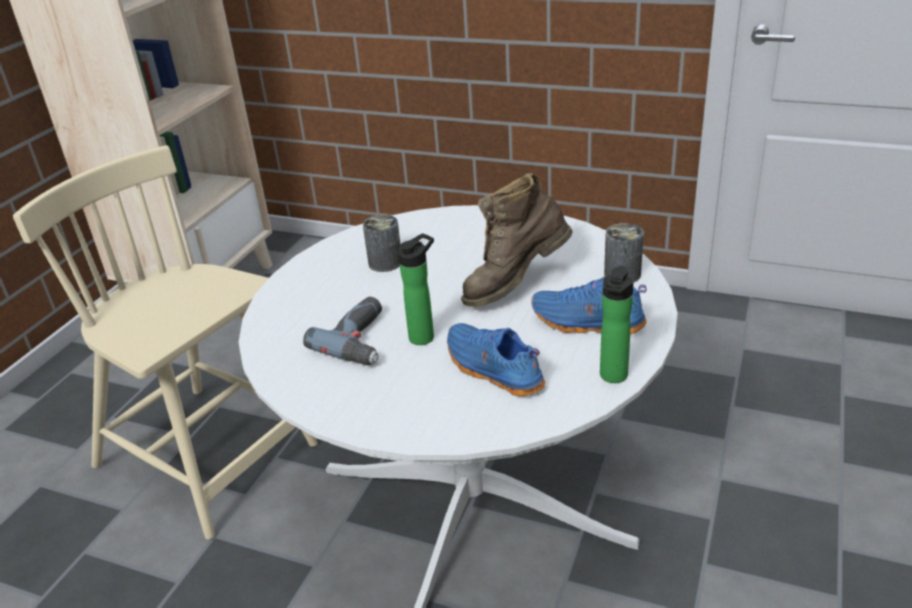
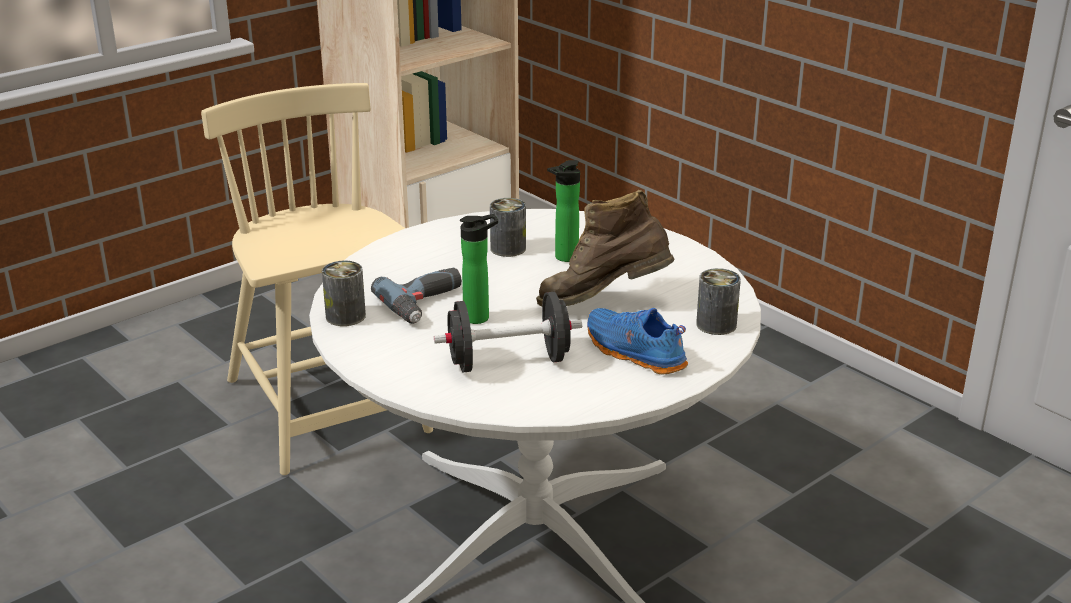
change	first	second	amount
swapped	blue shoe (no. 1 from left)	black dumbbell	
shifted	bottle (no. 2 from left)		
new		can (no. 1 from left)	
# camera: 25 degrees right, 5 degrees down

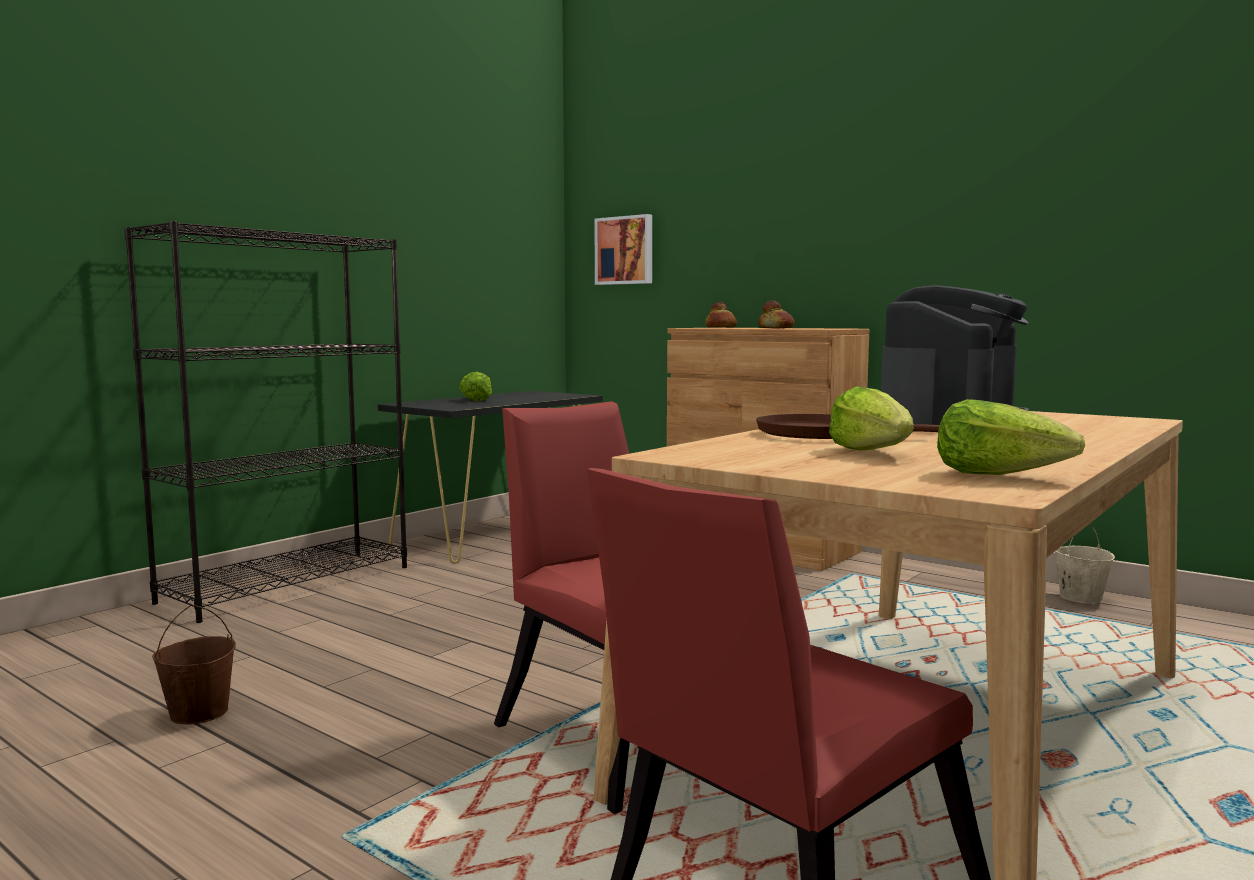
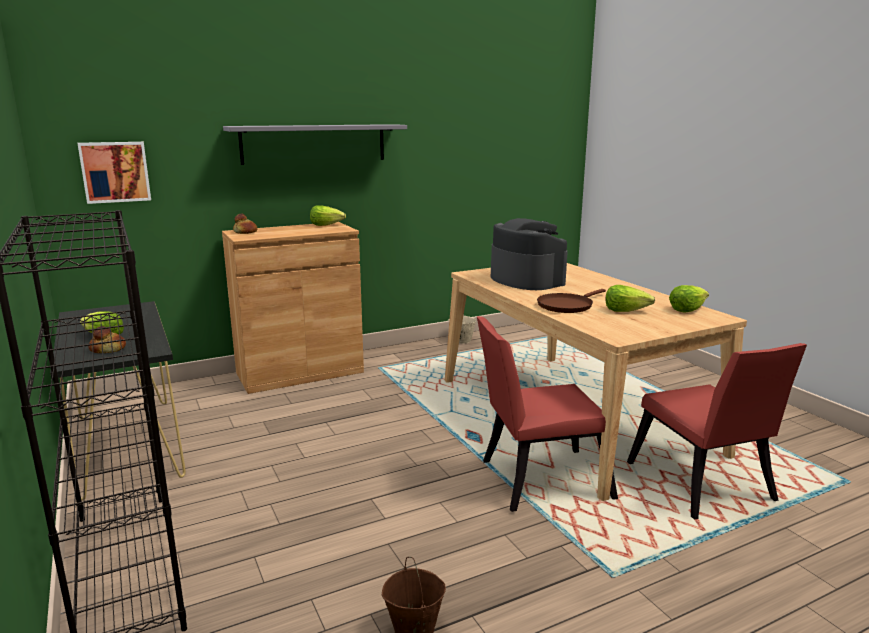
change	first	second	amount
shifted	bread (no. 2 from left in the first image)	bread (no. 1 from left)	
new		grey shelf	
new		lettuce (no. 2 from left)	
# camera: 65 degrees left, 10 degrees up

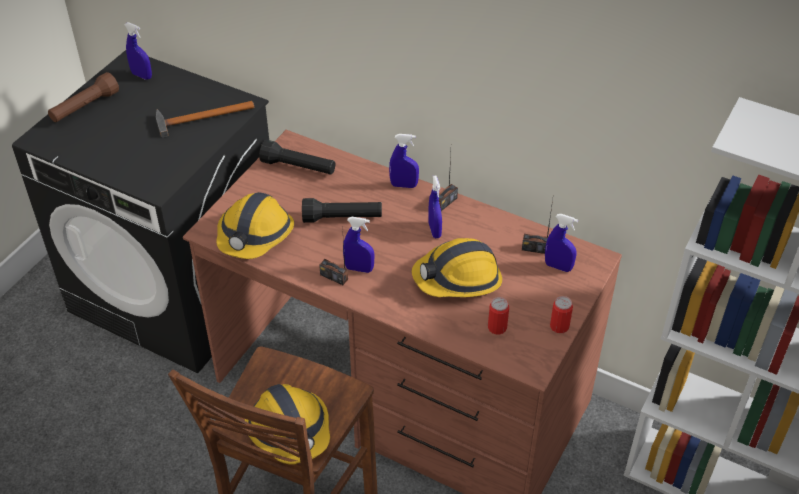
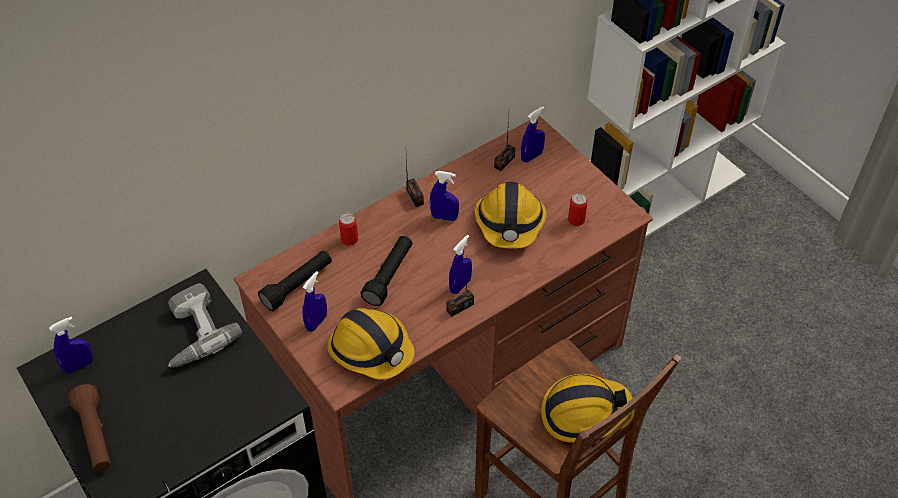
change	first	second	amount
swapped	hammer	power drill	
shifted	blue spray bottle (no. 3 from left in the first image)	blue spray bottle (no. 2 from left)	
shifted	can (no. 2 from left in the first image)	can (no. 1 from left)	
# camera: 65 degrees left, 5 degrees up

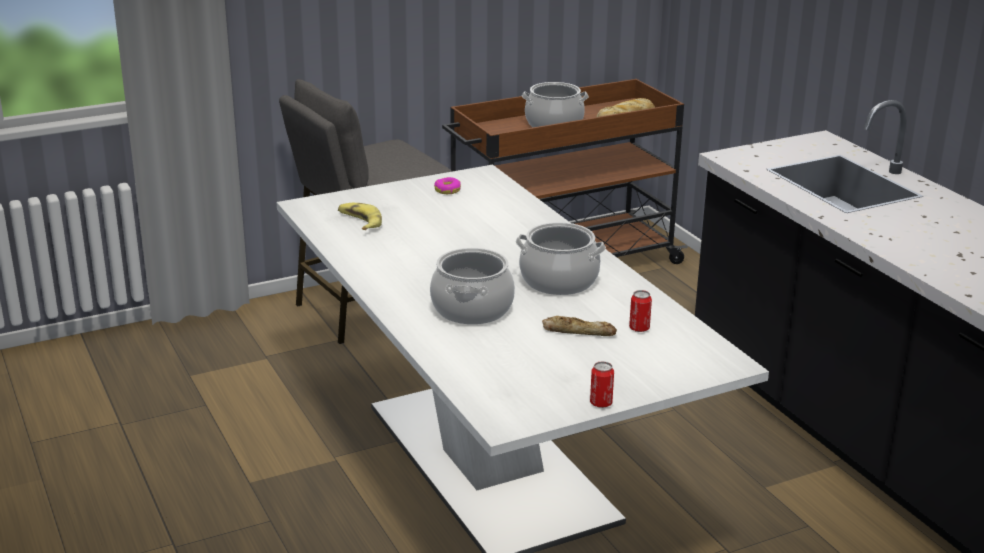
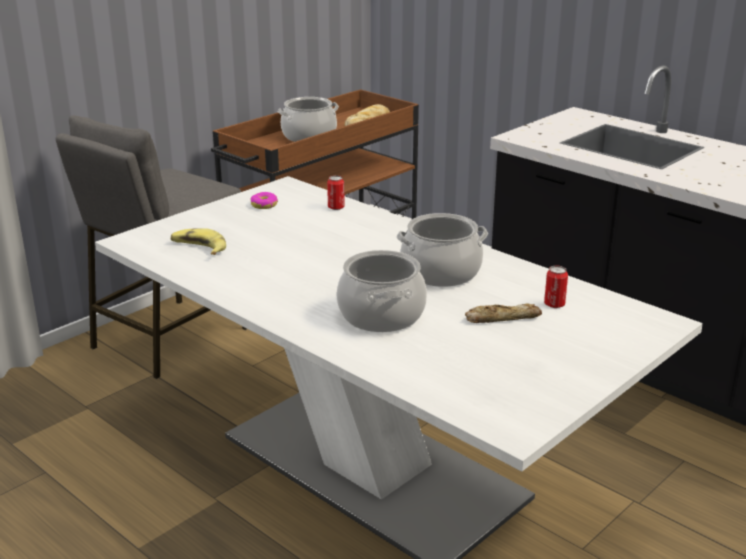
change	first	second	amount
shifted	can (no. 1 from left)		
# camera: 20 degrees left, 0 degrees up

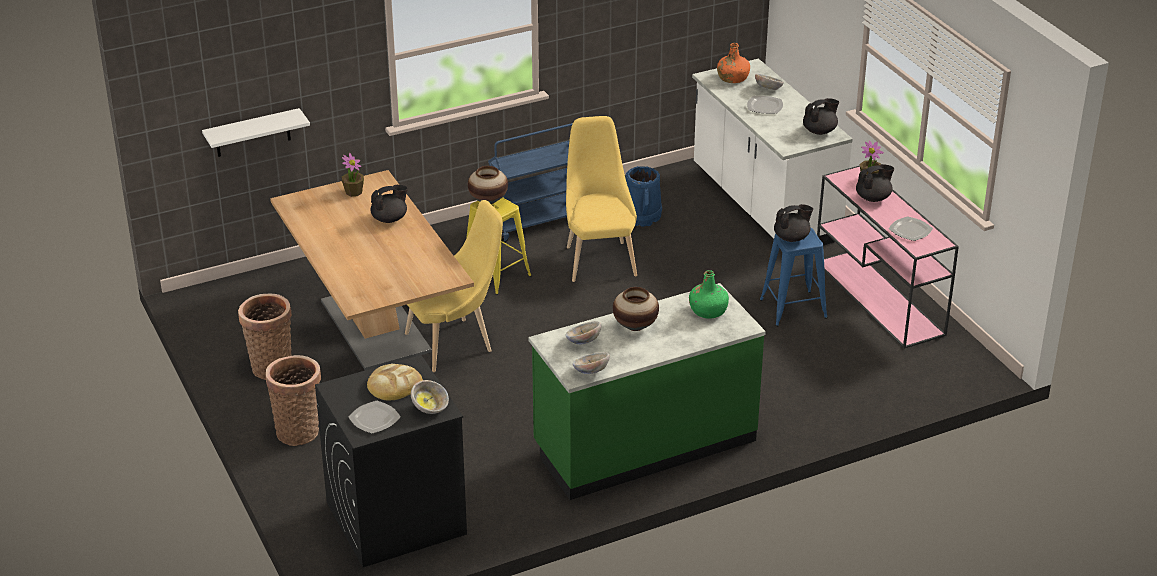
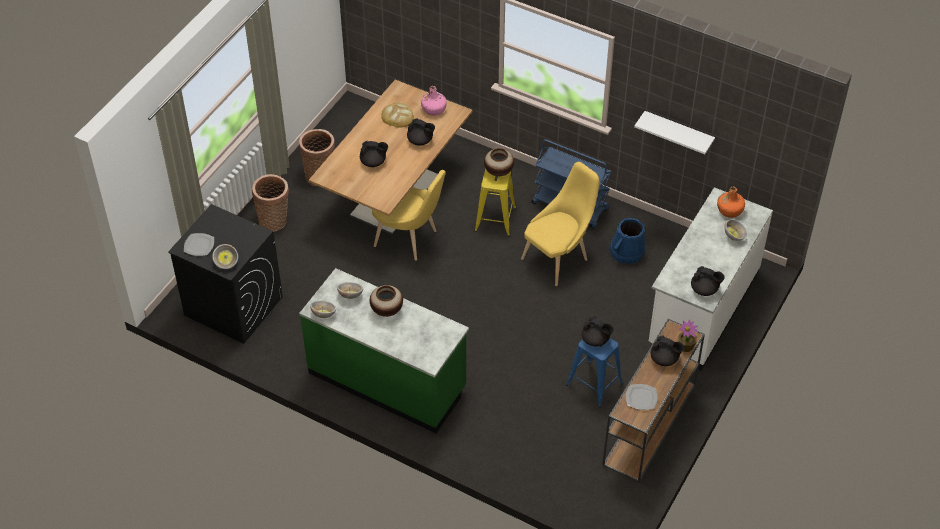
change	first	second	amount
shifted	white shelf		
swapped	potted plant (no. 1 from left)	pink bottle	
shifted	bread		
gone	green bottle		
gone	plate (no. 2 from left)		
repainted	pink console table	brown console table	
new		black teapot (no. 1 from left)	
# camera: 55 degrees right, 15 degrees up

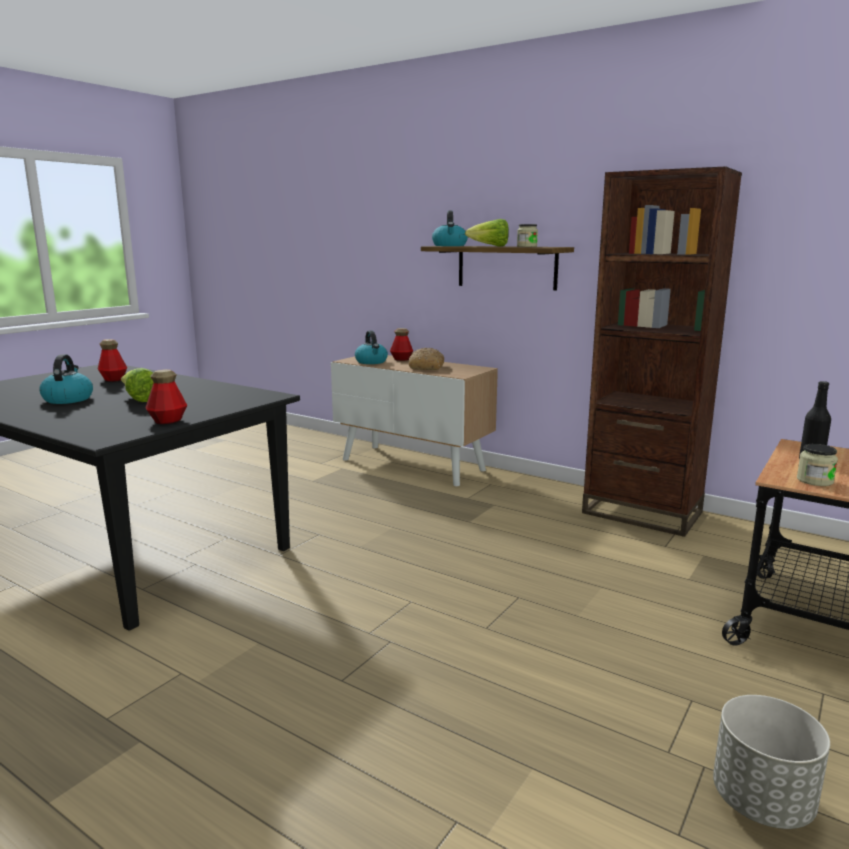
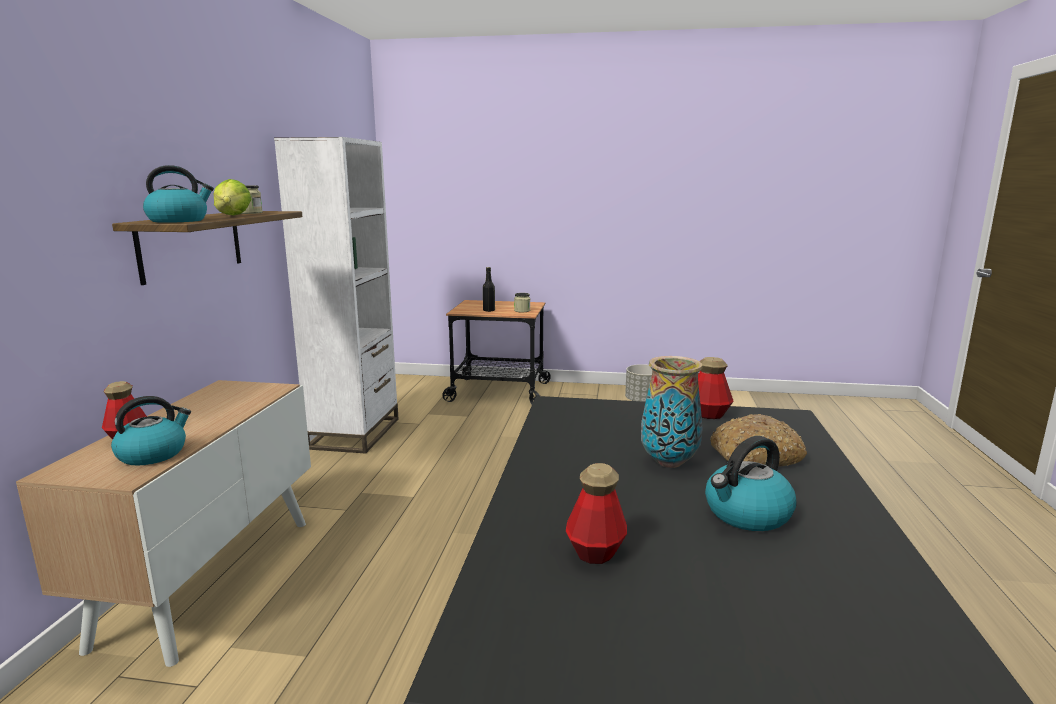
change	first	second	amount
swapped	lettuce (no. 1 from left)	vase	
shifted	bread		
repainted	brown bookcase	white bookcase	
# camera: 115 degrees left, 0 degrees up

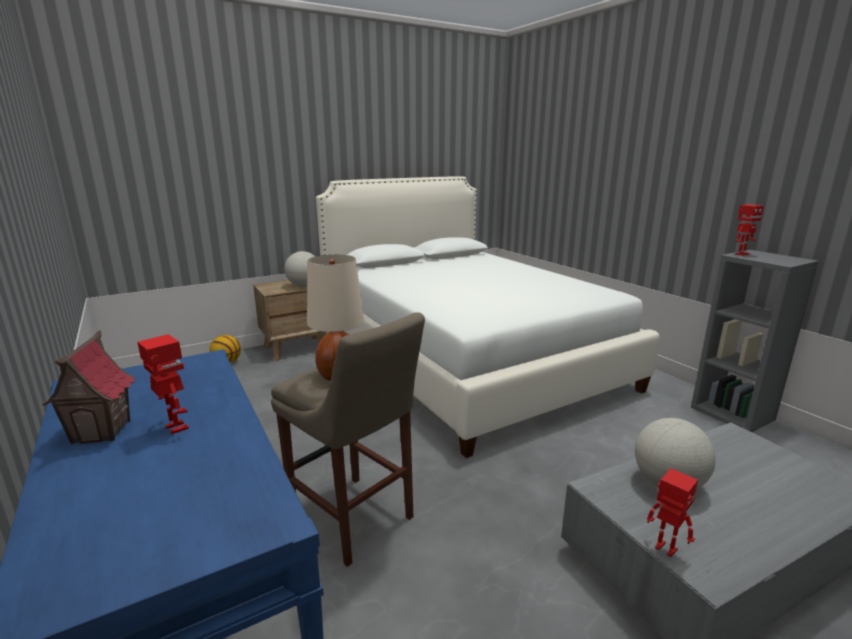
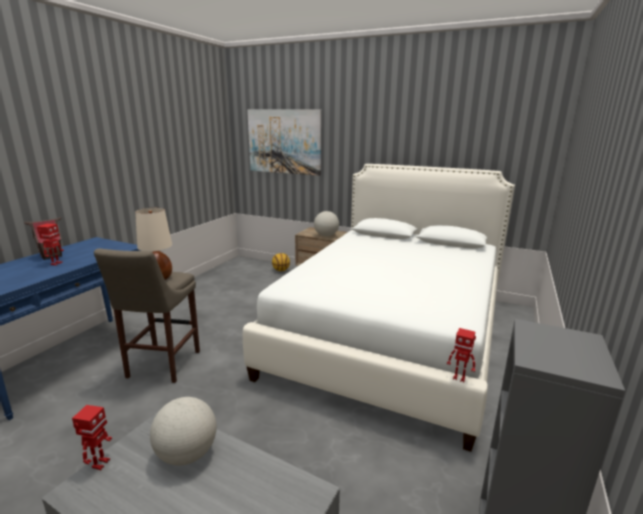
change	first	second	amount
shifted	toy robot (no. 3 from left)		
new		picture	
# camera: 55 degrees right, 0 degrees up

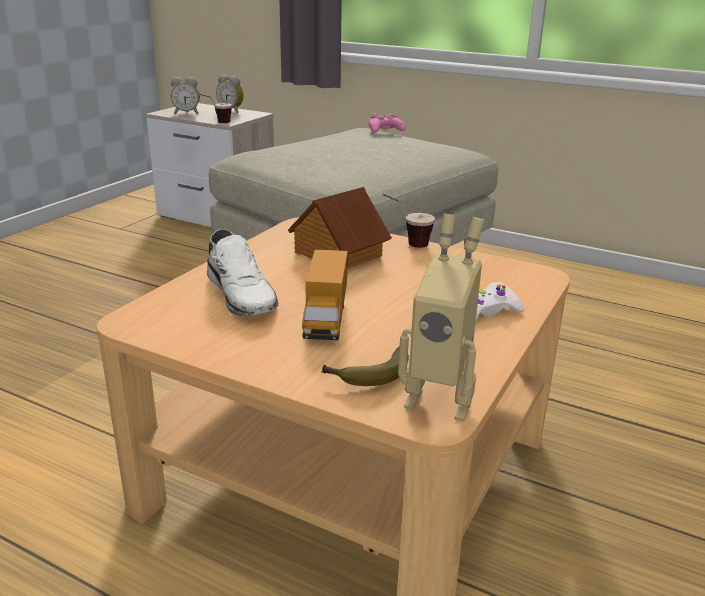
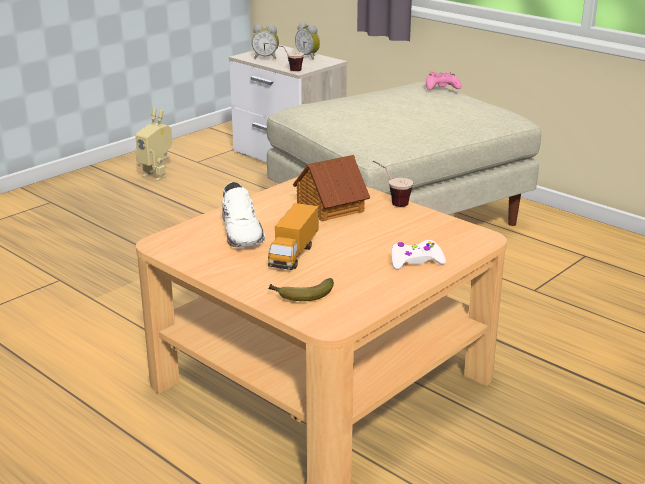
change	first	second	amount
shifted	toy robot		
# camera: 15 degrees right, 0 degrees up

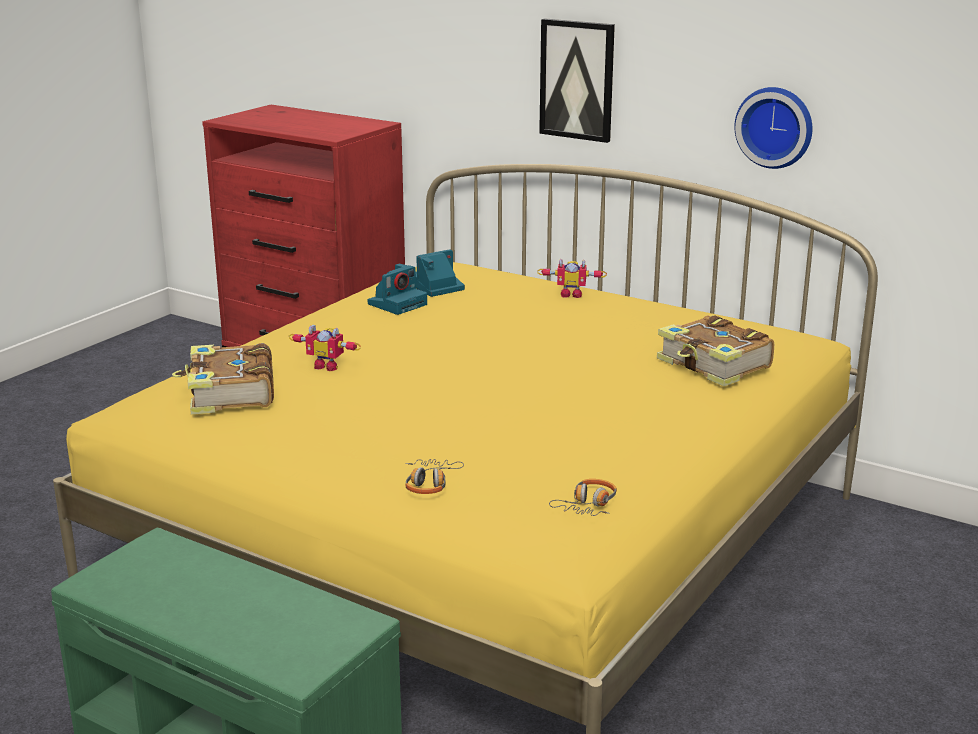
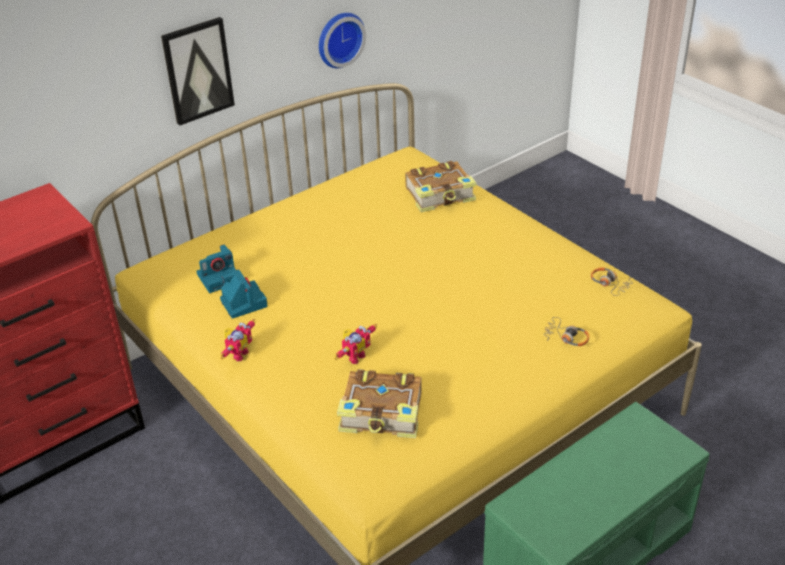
change	first	second	amount
rotated	photo camera (no. 2 from left in the first image)	photo camera (no. 1 from left)	105 degrees counterclockwise
shifted	toy robot (no. 2 from left in the first image)	toy robot (no. 1 from left)	
# camera: 70 degrees left, 15 degrees up

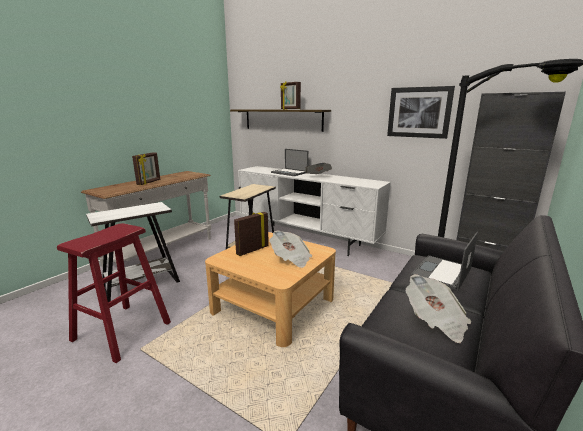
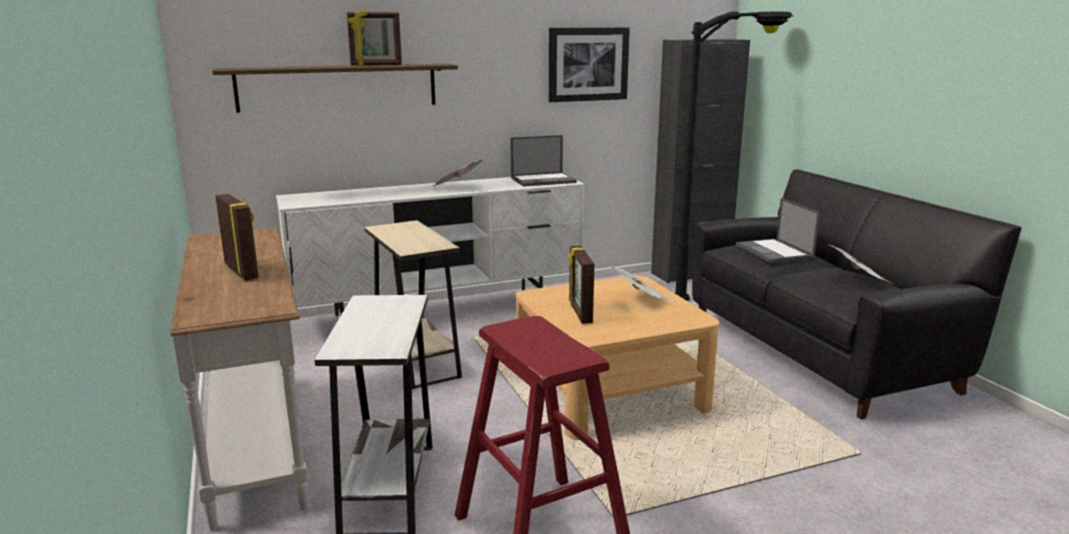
change	first	second	amount
shifted	laptop (no. 1 from left)		
# camera: 55 degrees left, 0 degrees up

